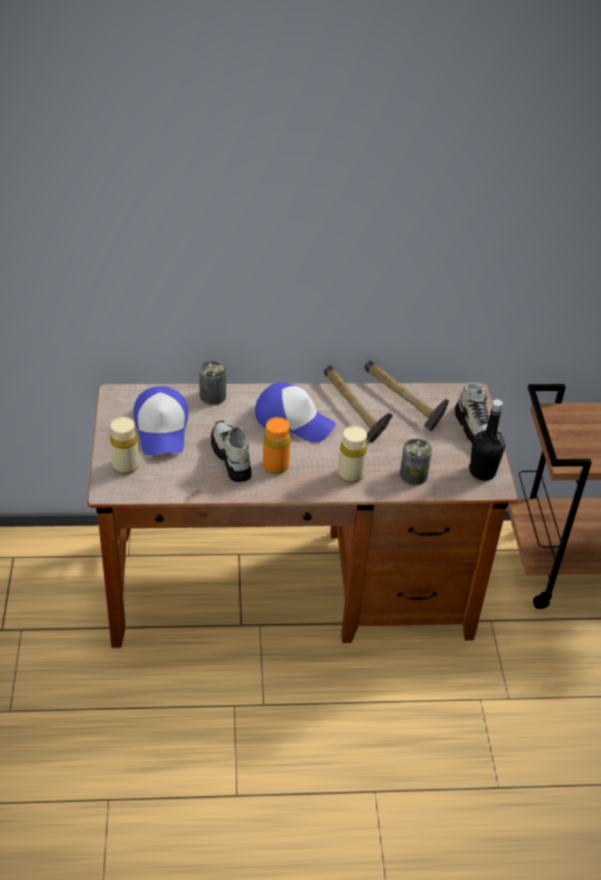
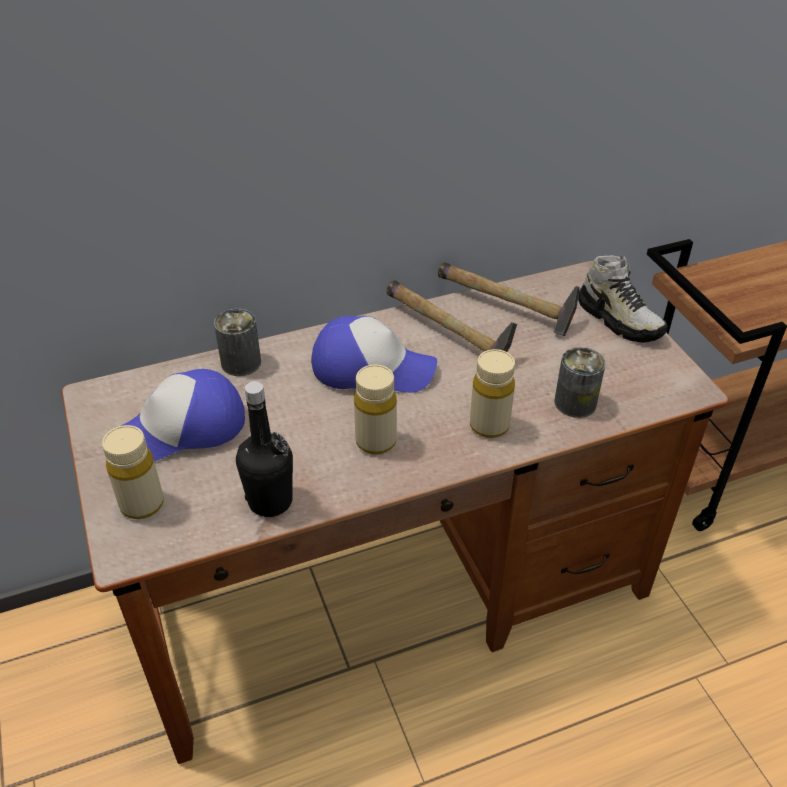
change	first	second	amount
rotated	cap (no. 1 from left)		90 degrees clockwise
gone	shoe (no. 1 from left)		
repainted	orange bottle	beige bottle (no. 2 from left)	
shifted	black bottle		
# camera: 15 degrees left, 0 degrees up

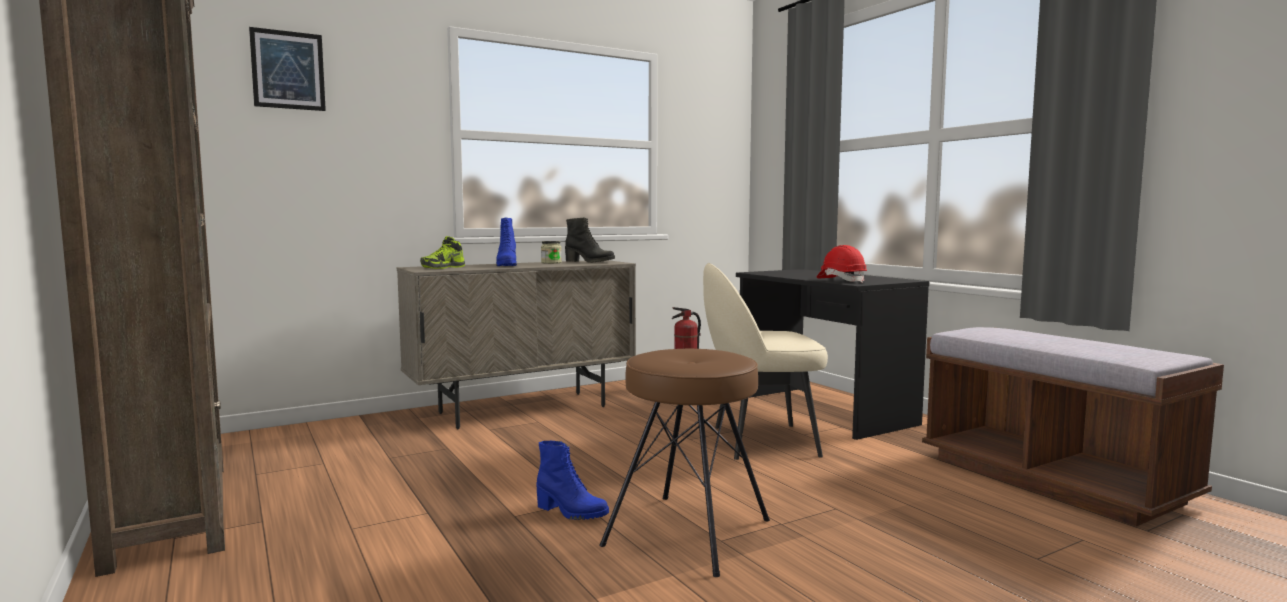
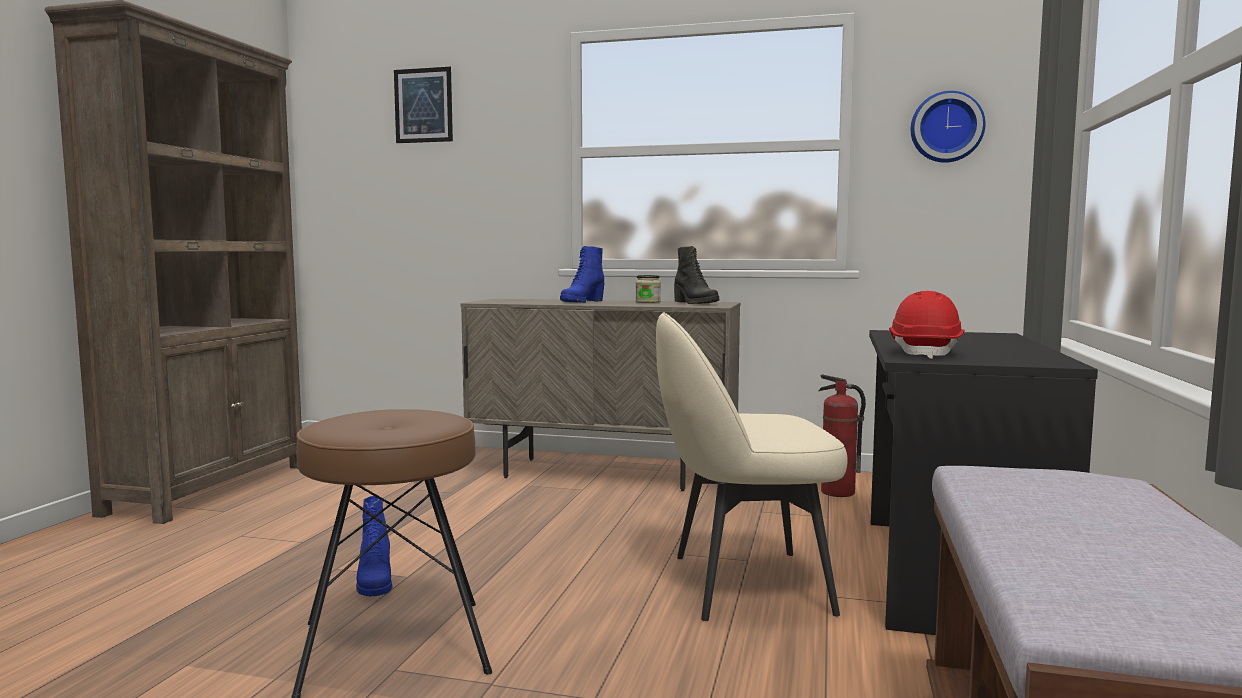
change	first	second	amount
gone	shoe		
rotated	beige chair		45 degrees counterclockwise
new		wall clock	
# camera: 45 degrees right, 0 degrees up

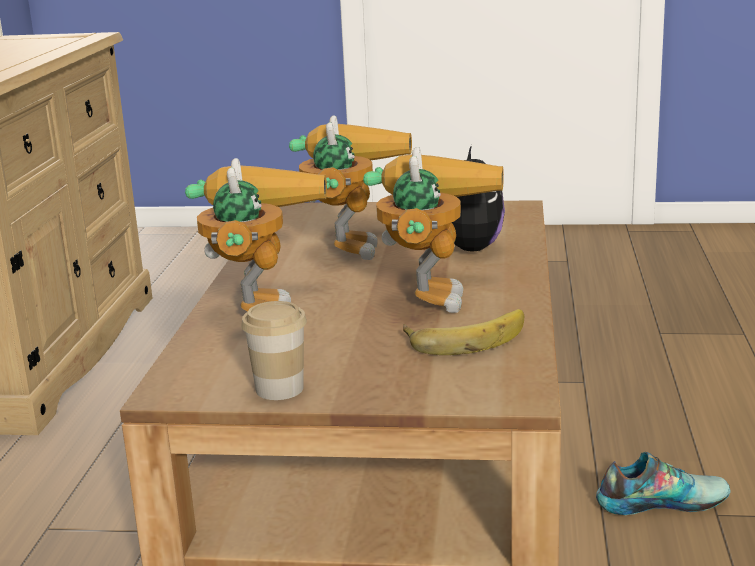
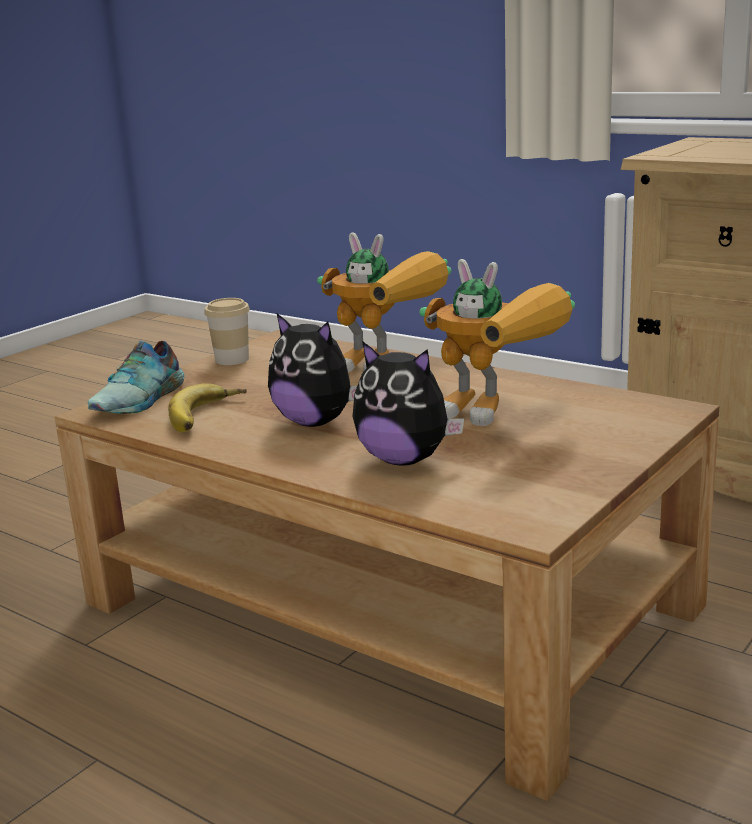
change	first	second	amount
swapped	toy robot (no. 3 from left)	plush toy (no. 1 from left)	
shifted	shoe		
# camera: 120 degrees right, 0 degrees up

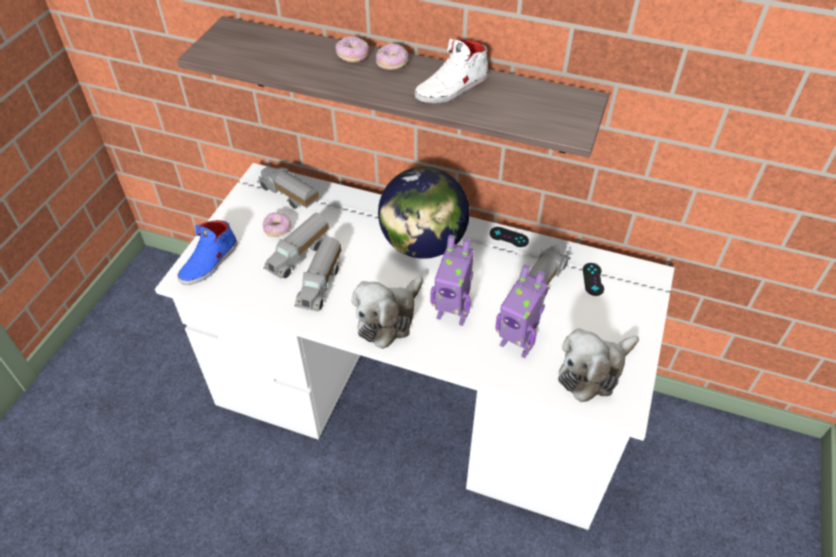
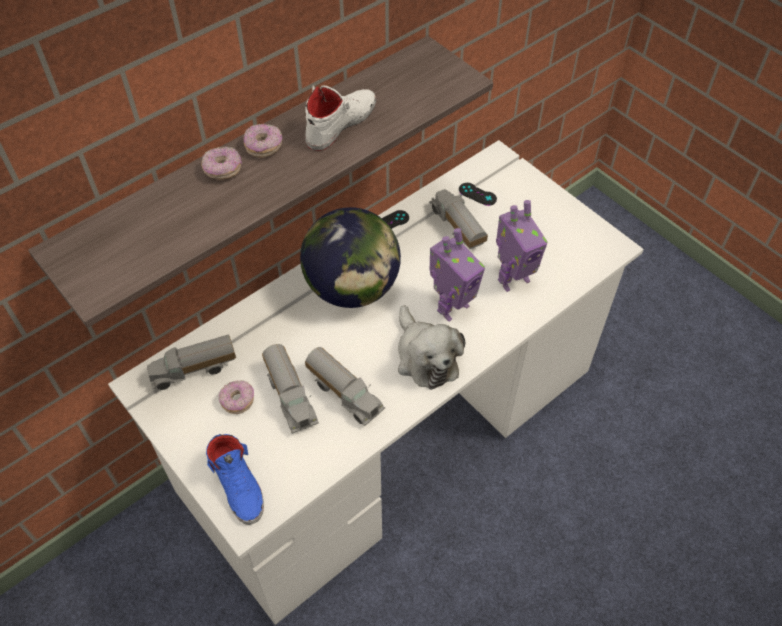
change	first	second	amount
rotated	white shoe		135 degrees counterclockwise
gone	plush toy (no. 2 from left)		
# camera: 60 degrees left, 5 degrees up

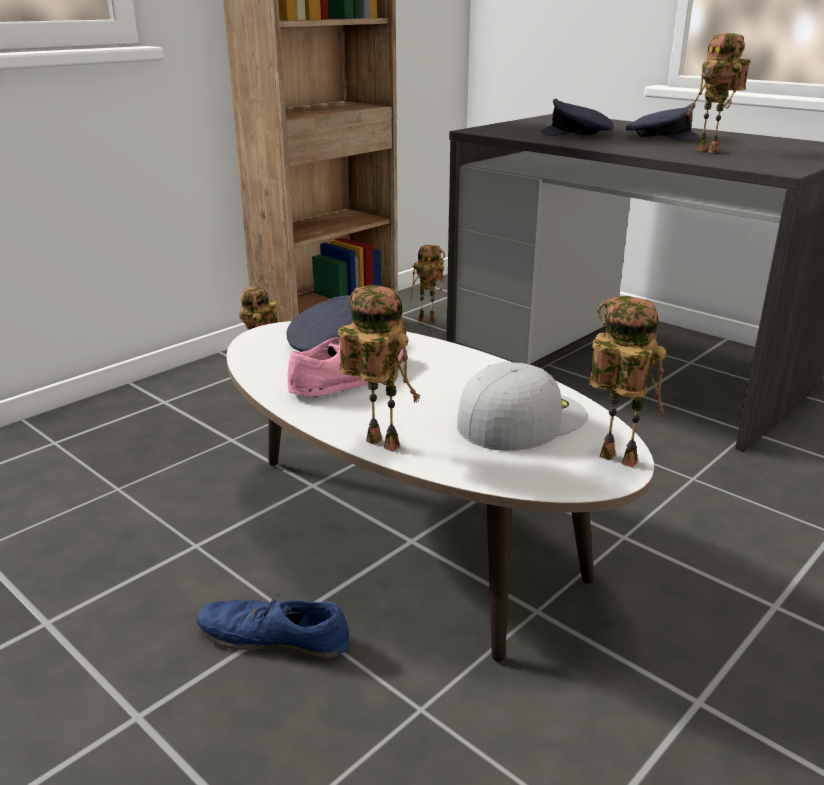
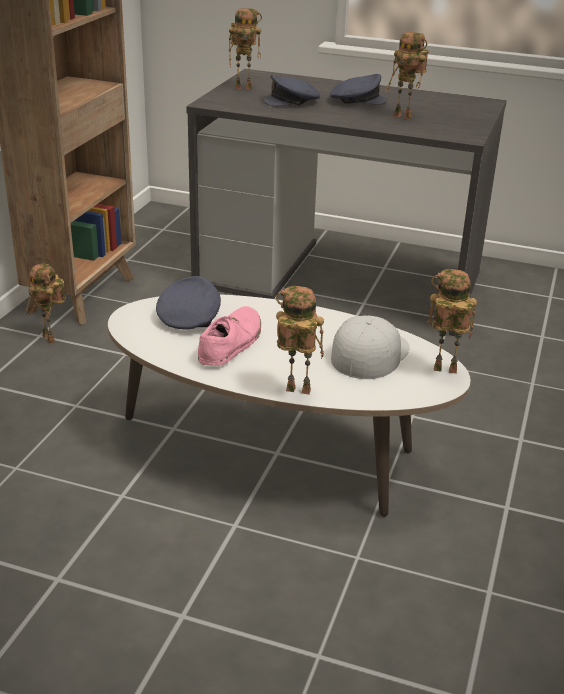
change	first	second	amount
gone	blue shoe		
shifted	toy robot (no. 3 from left in the first image)	toy robot (no. 2 from left)	
# camera: 25 degrees left, 5 degrees up

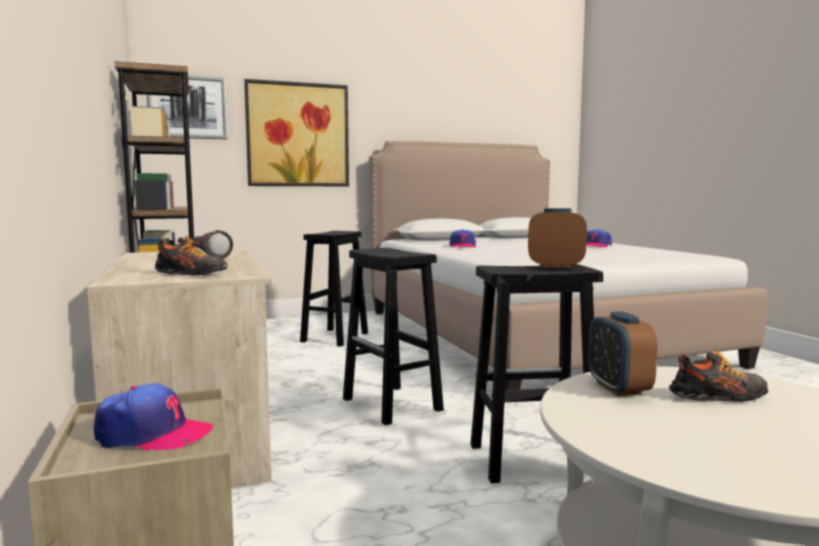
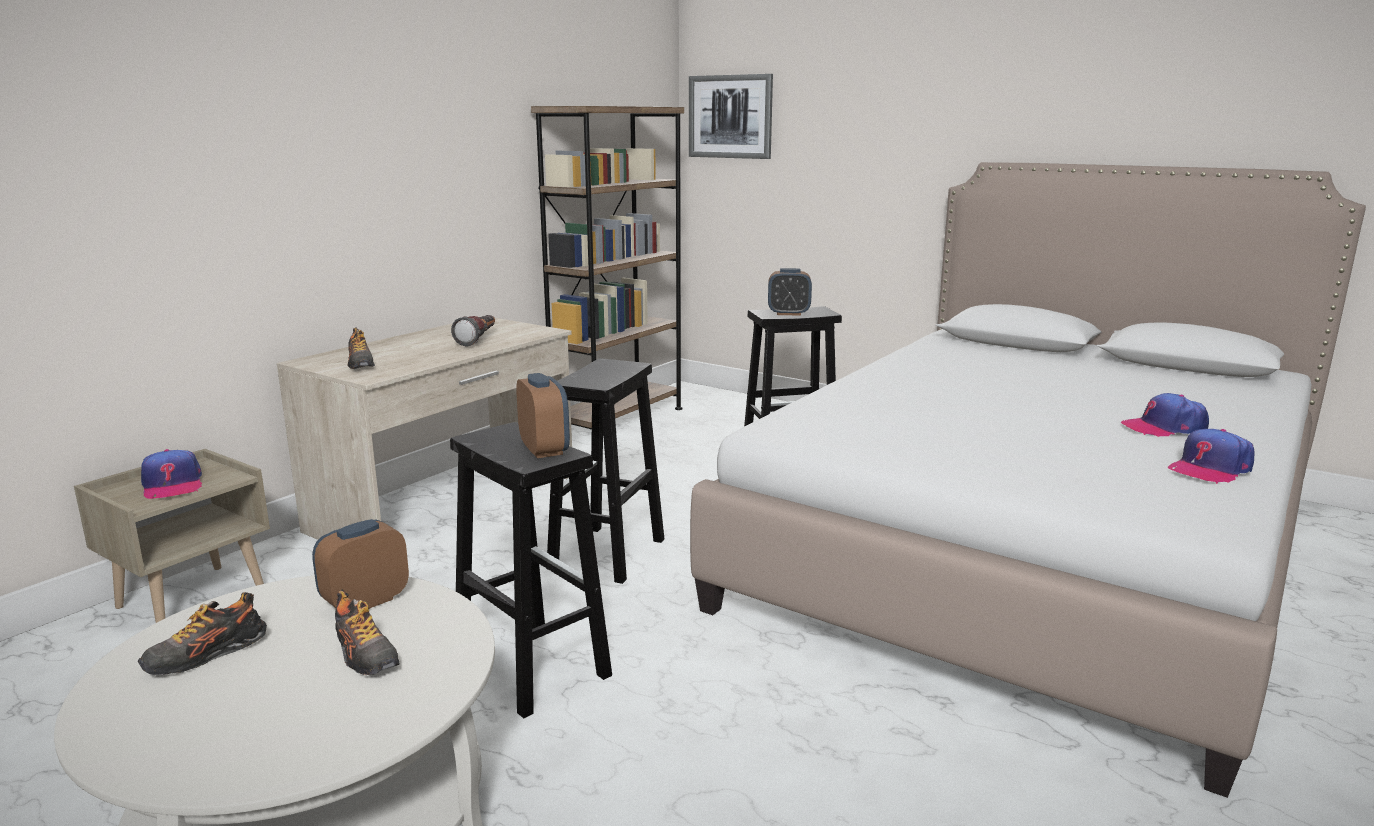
change	first	second	amount
gone	picture (no. 2 from left)		
shifted	cap (no. 2 from left in the first image)	cap (no. 3 from left)	
new		shoe (no. 1 from left)	
new		alarm clock (no. 3 from left)	
# camera: 55 degrees right, 10 degrees up

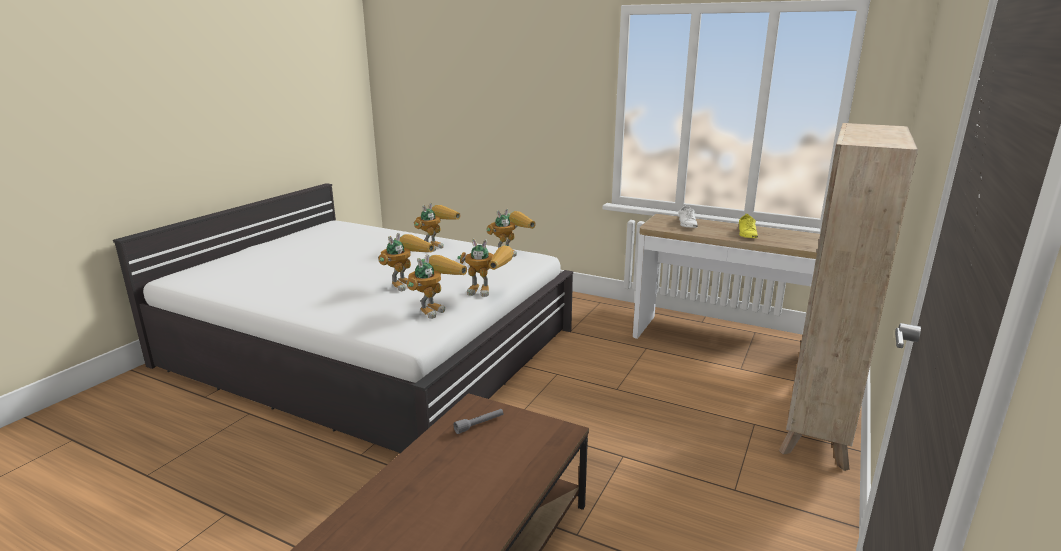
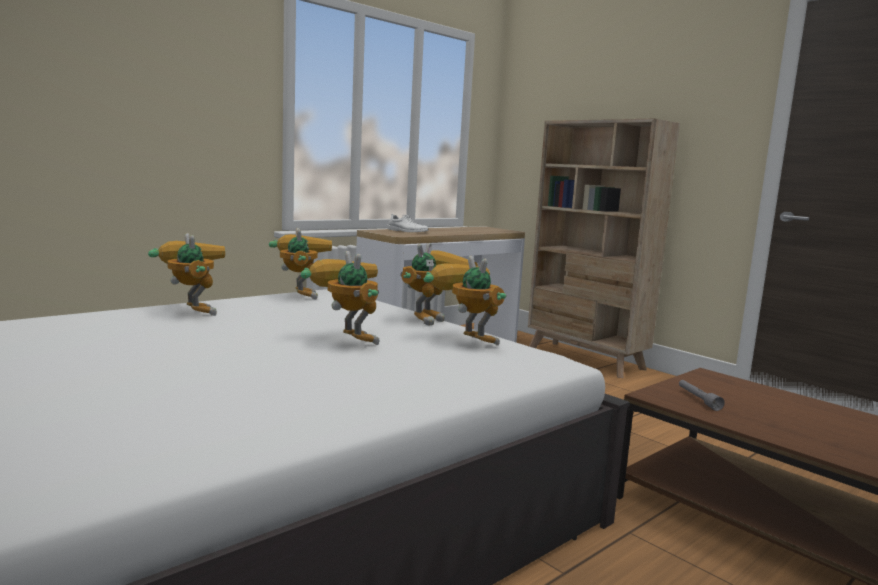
change	first	second	amount
gone	yellow shoe		
# camera: 70 degrees left, 10 degrees down

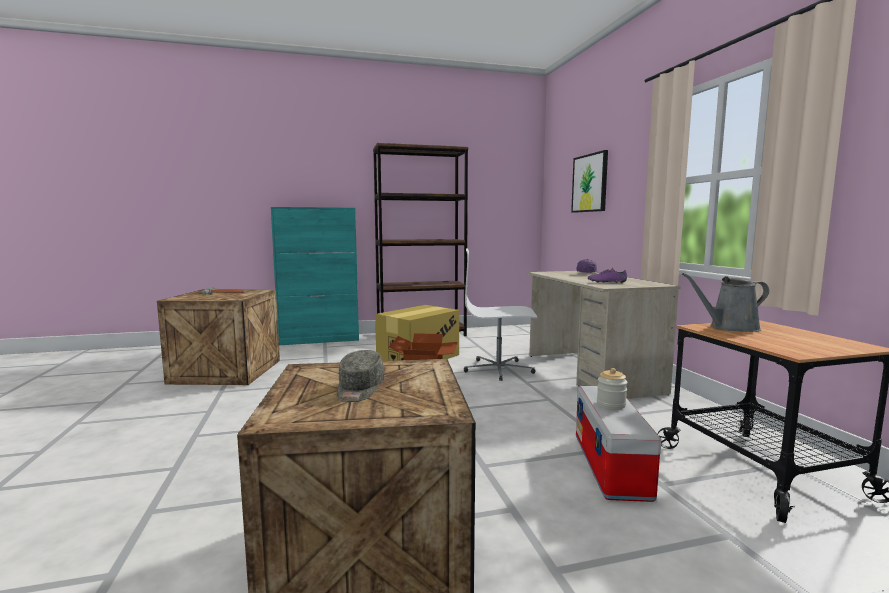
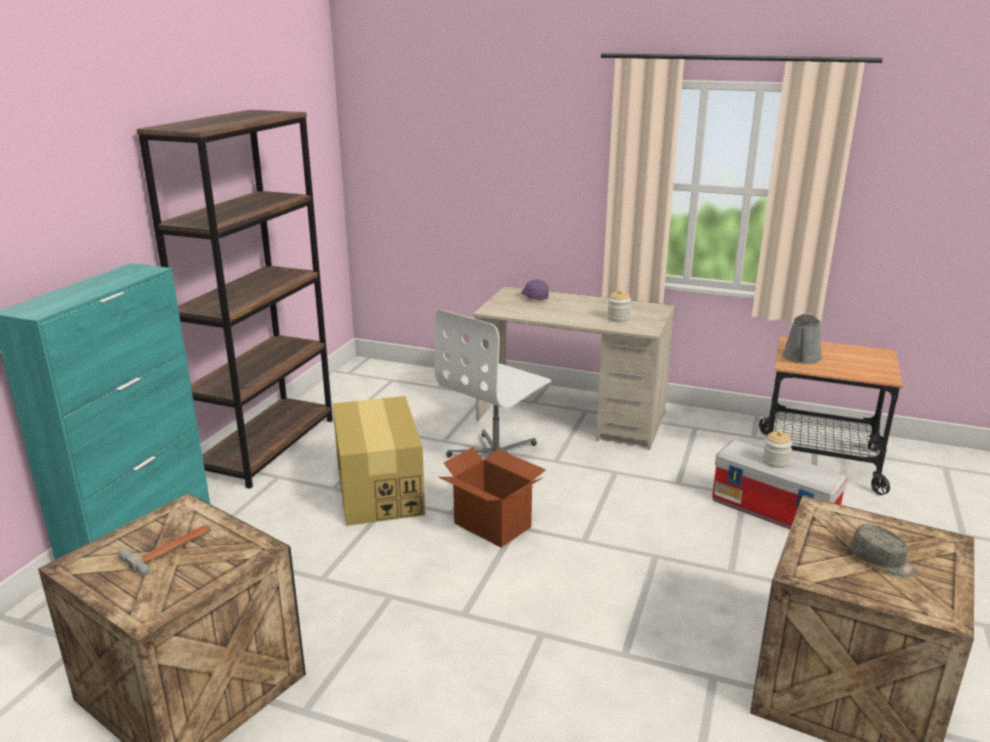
change	first	second	amount
gone	picture		
swapped	purple shoe	jar (no. 1 from left)	
# camera: 55 degrees left, 15 degrees up

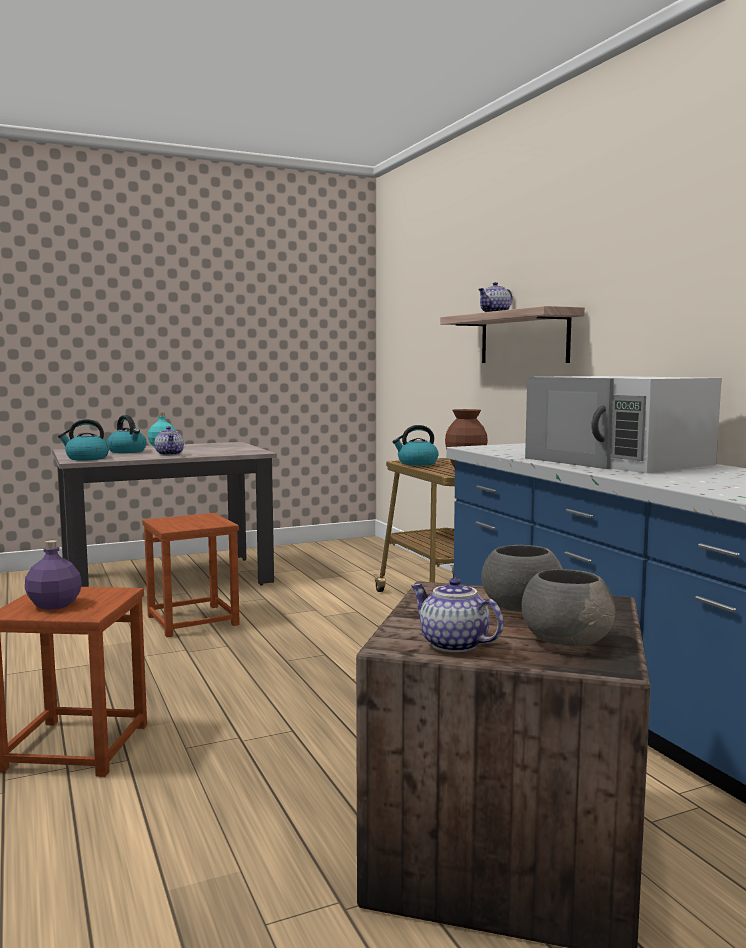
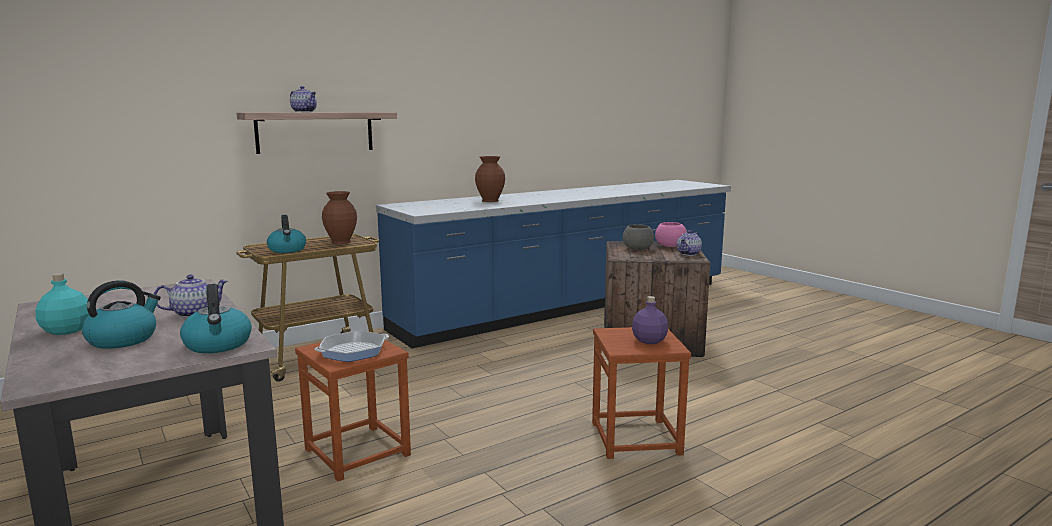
change	first	second	amount
repainted	grey bowl (no. 2 from left)	pink bowl	
swapped	white microwave	brown vase (no. 2 from left)	
new		frying pan	
# camera: 100 degrees left, 5 degrees up

